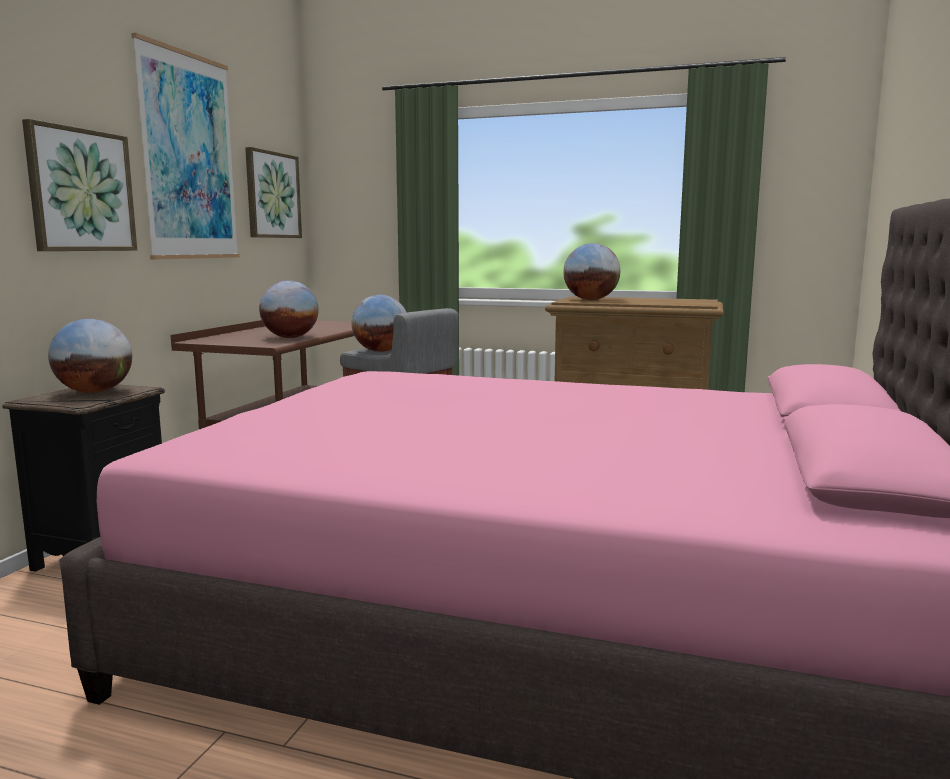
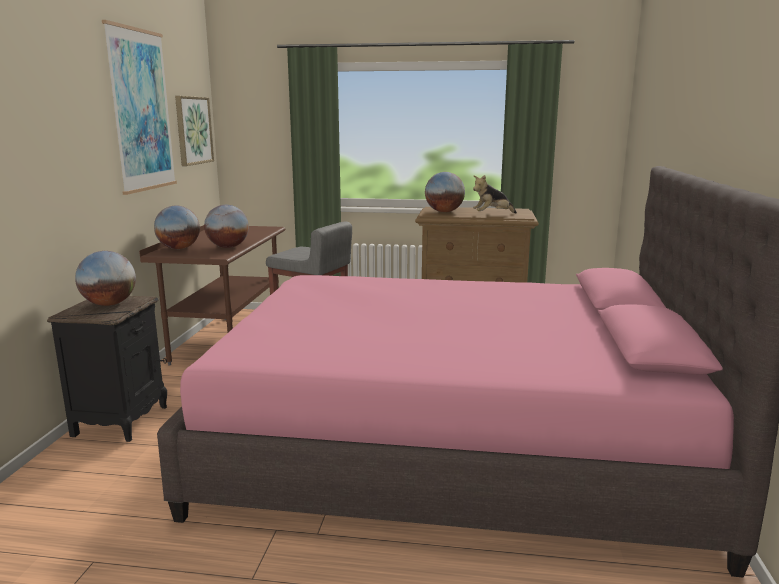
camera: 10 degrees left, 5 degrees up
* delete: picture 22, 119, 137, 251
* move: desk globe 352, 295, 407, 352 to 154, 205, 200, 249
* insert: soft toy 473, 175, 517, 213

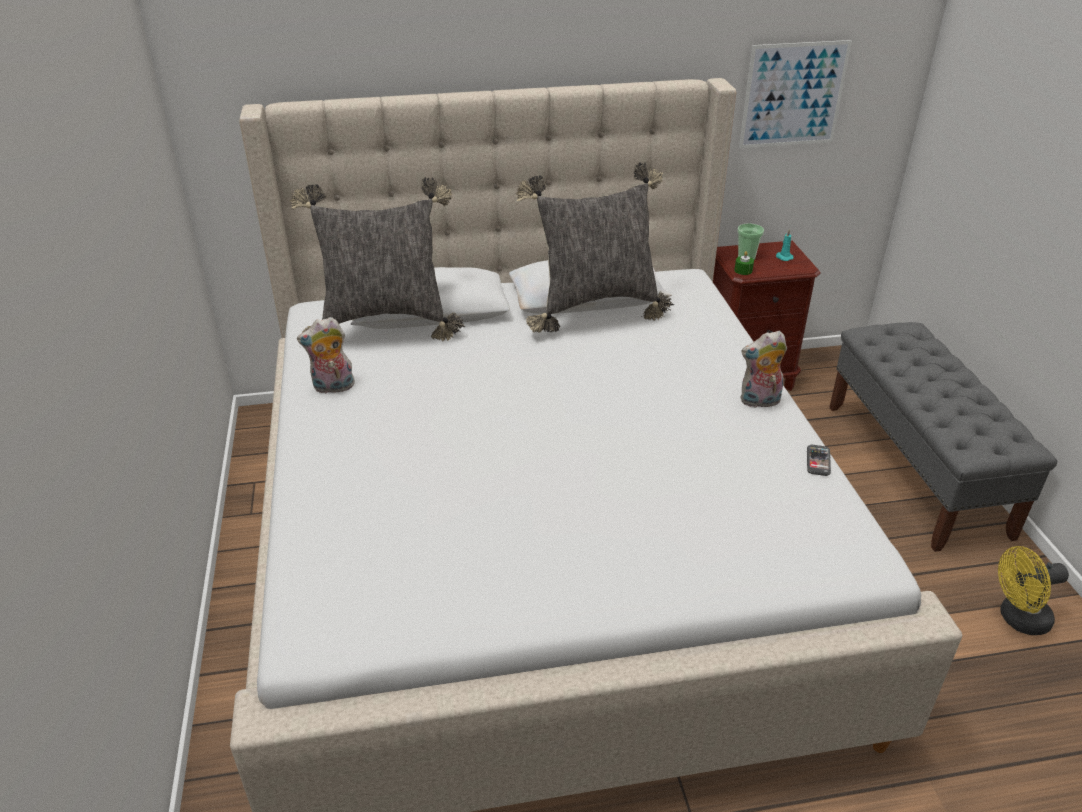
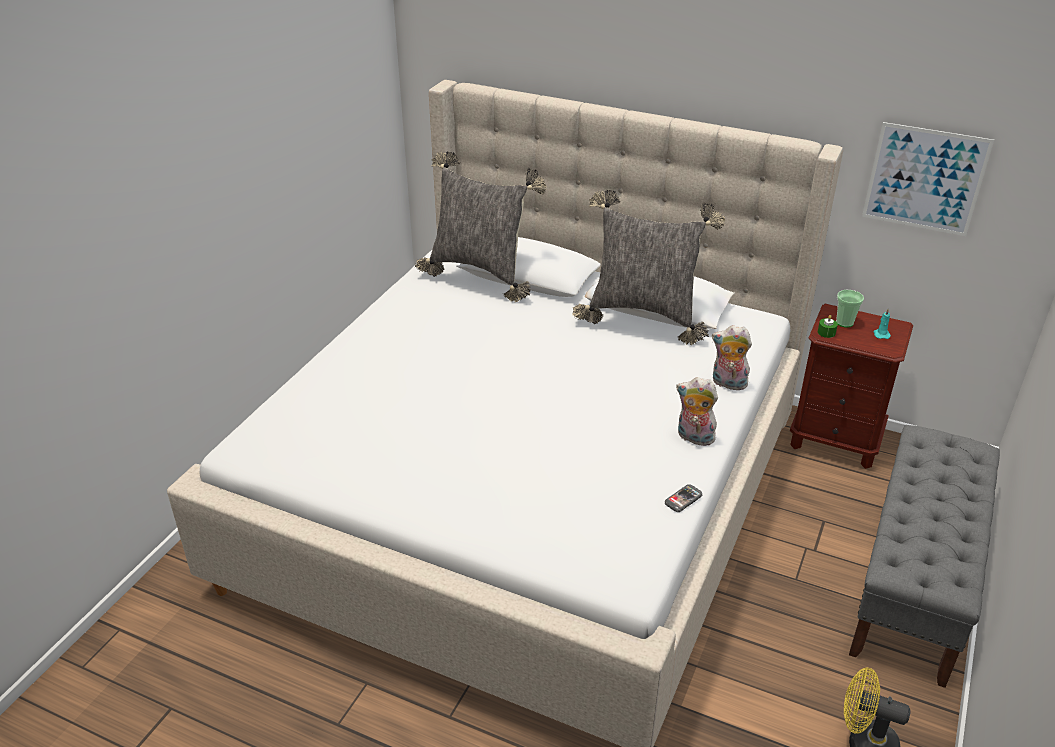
camera: 35 degrees right, 0 degrees up
* move: soft toy 297, 317, 355, 394 to 712, 325, 752, 390

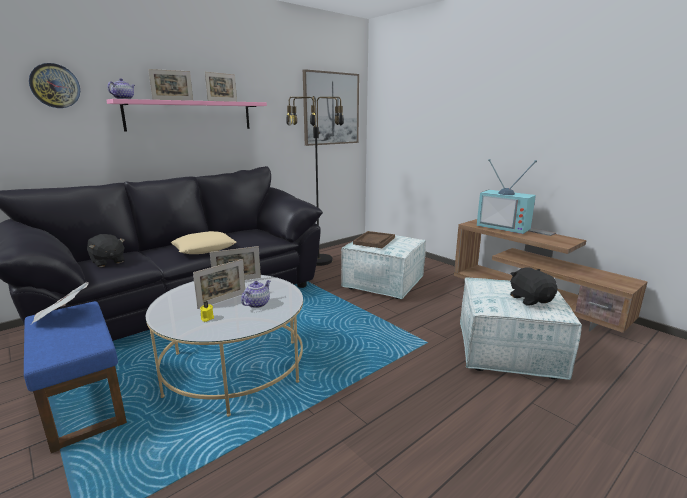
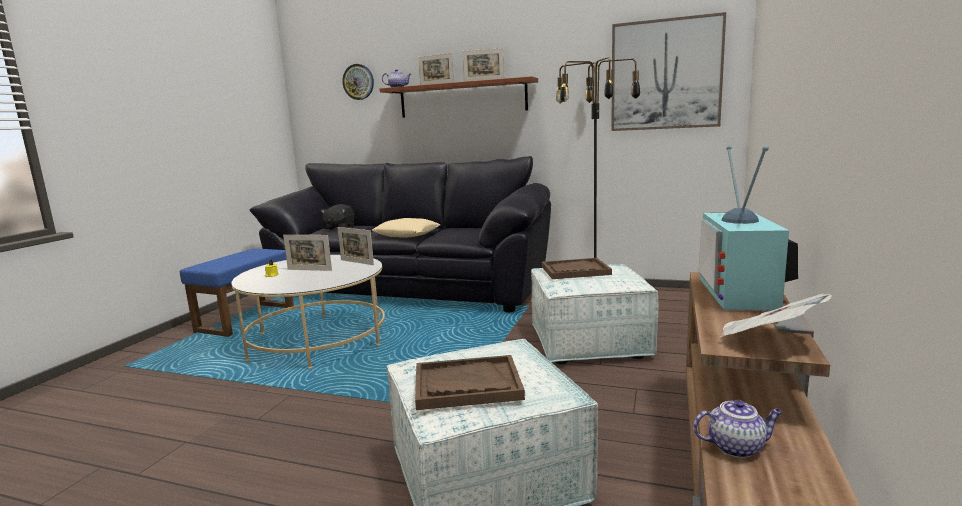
camera: 60 degrees right, 5 degrees down
* recolor: bracket shelf/pink 107, 99, 267, 132 to bracket shelf/brown 380, 76, 538, 118
* replace: soft toy/black 510, 267, 558, 306 to serving tray/brown 415, 355, 525, 410
* move: tea pot 241, 280, 270, 308 to 693, 400, 783, 458
* move: daily paper 30, 282, 89, 325 to 720, 294, 832, 337

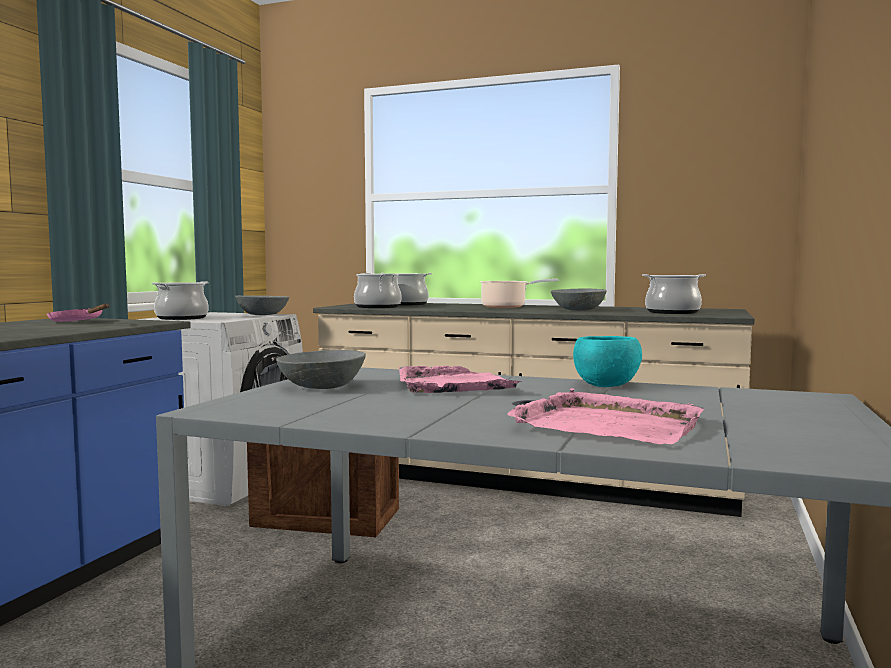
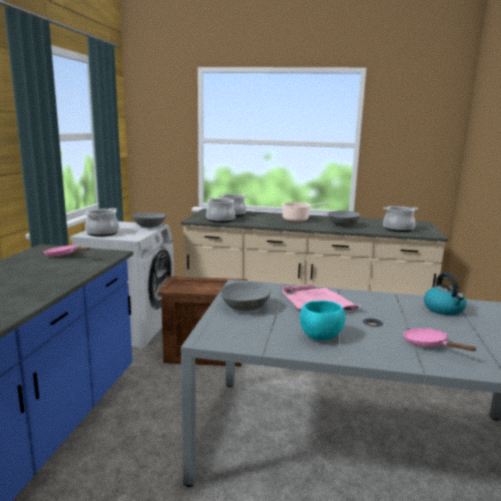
camera: 10 degrees left, 10 degrees up
* move: deep dish/blue-green 573, 336, 642, 387 to 300, 300, 345, 340
* replace: serving tray/pink 507, 388, 705, 444 to frying pan/pink 403, 328, 477, 351
* insert: tea kettle 424, 273, 467, 315

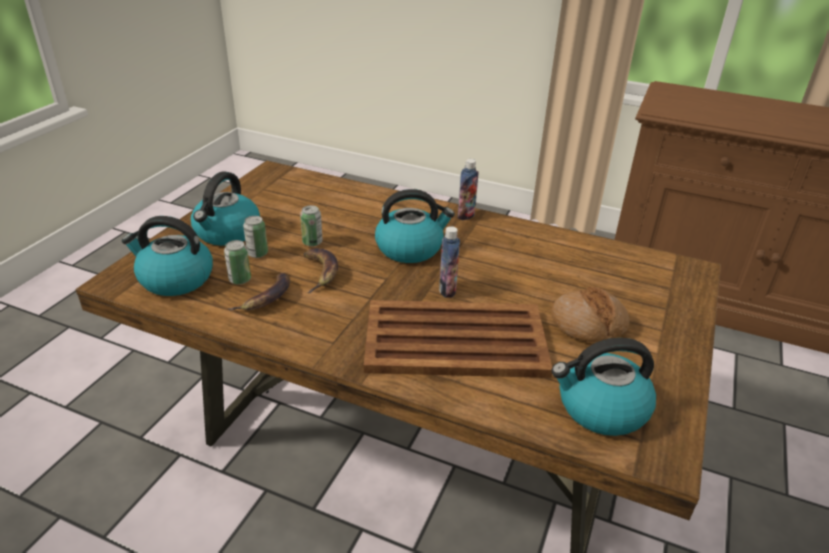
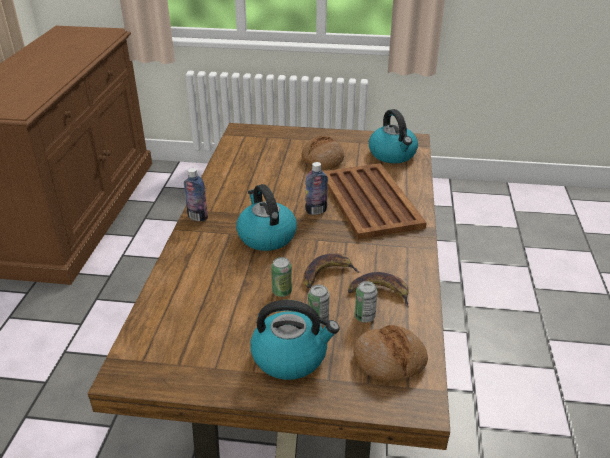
camera: 105 degrees left, 0 degrees up
* replace: tea kettle 122, 216, 213, 296 to baked bread 353, 325, 428, 382

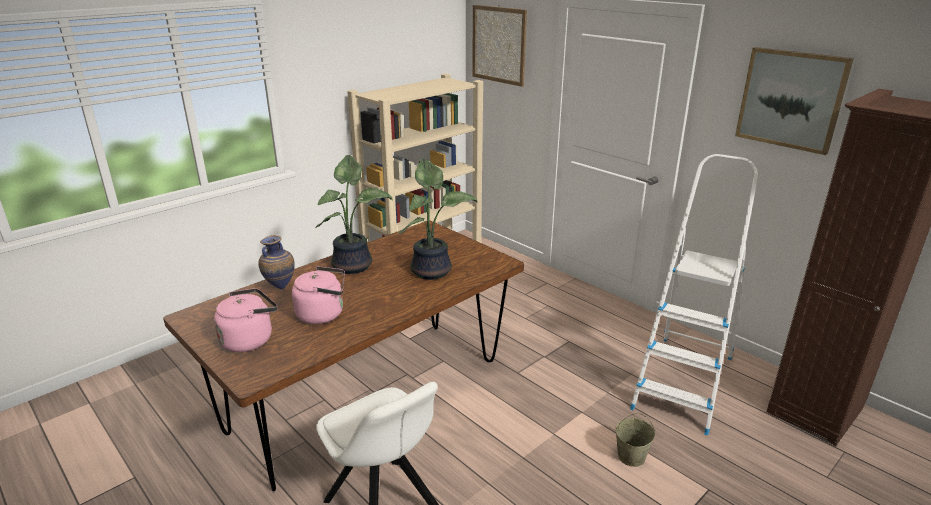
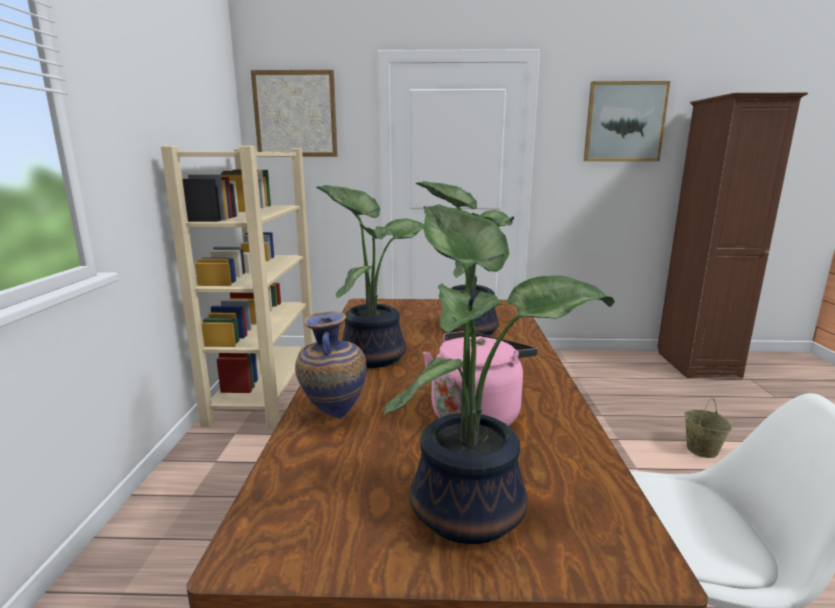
camera: 45 degrees left, 10 degrees down
* delete: step stool/white-coloured 630, 154, 758, 435
* replace: tea kettle/pink 214, 288, 277, 352 to houseplant 384, 204, 615, 544

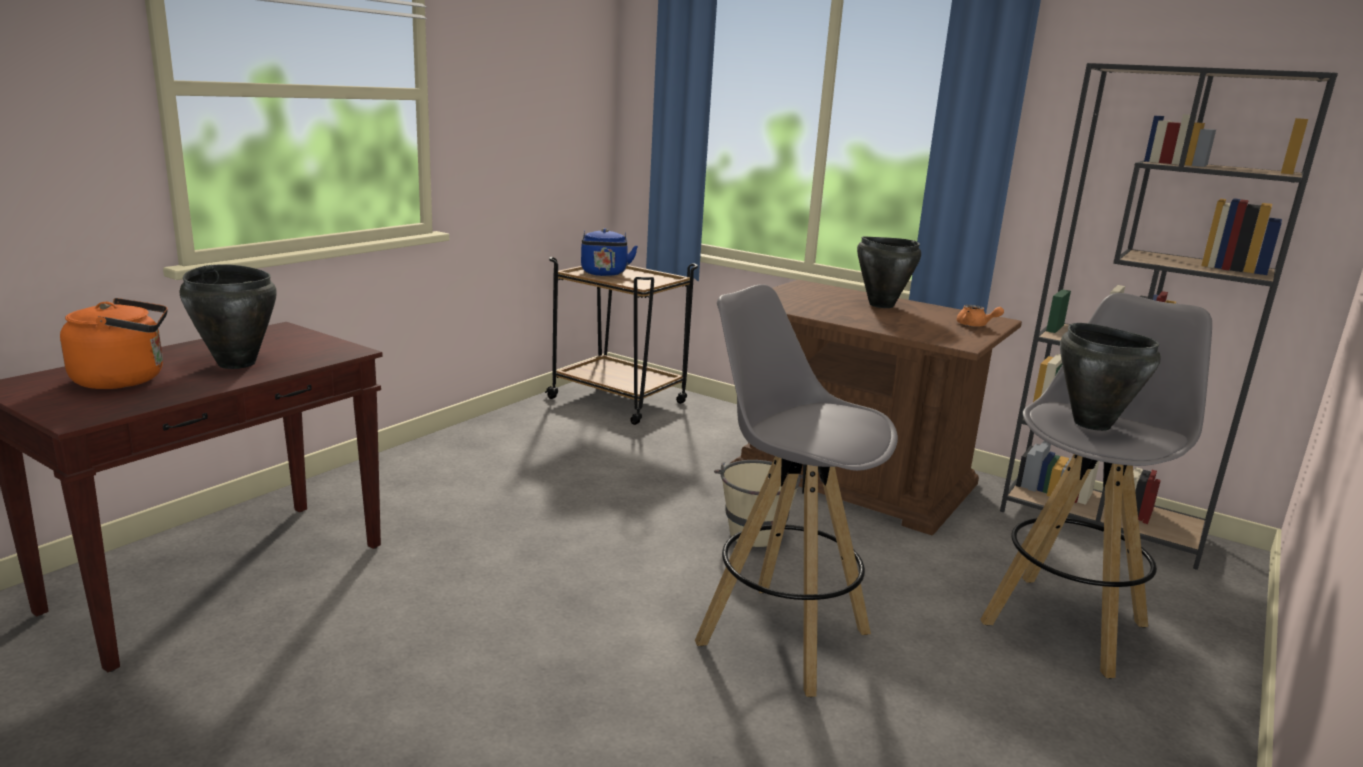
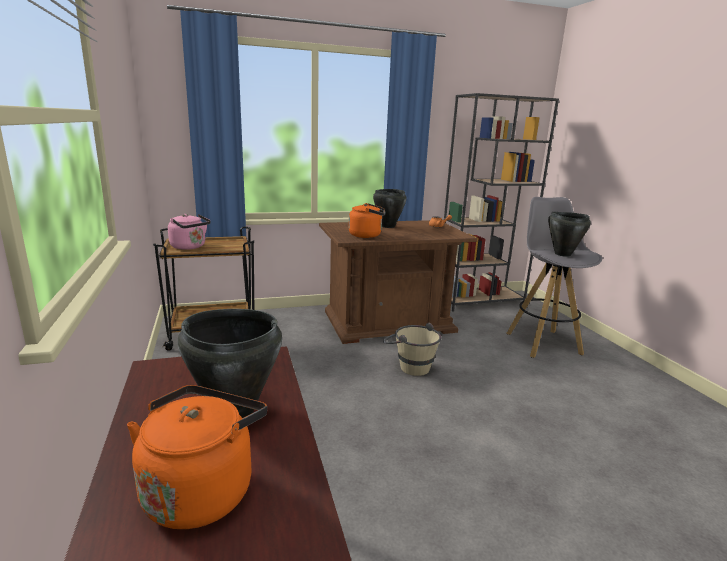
camera: 50 degrees left, 0 degrees up
* recolor: tea kettle/bluish 581, 228, 638, 276 to tea kettle/pink 168, 214, 211, 250
* delete: sitting stool/gray 695, 284, 898, 697
* insert: tea kettle/orange 349, 203, 385, 238

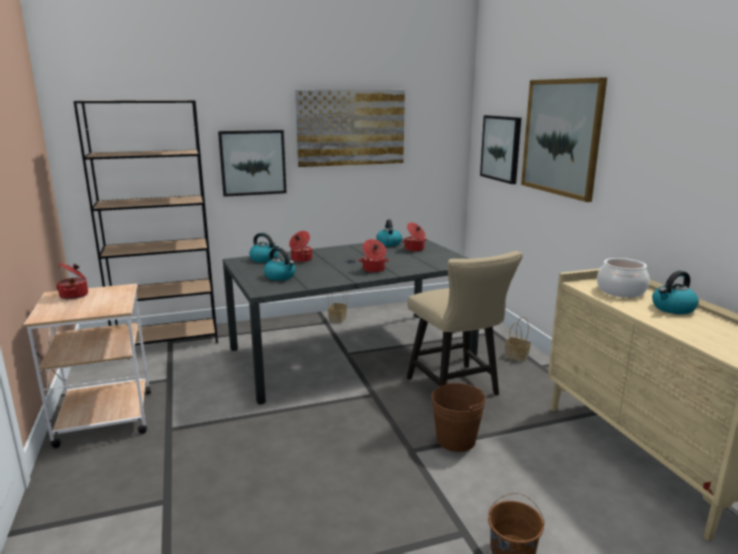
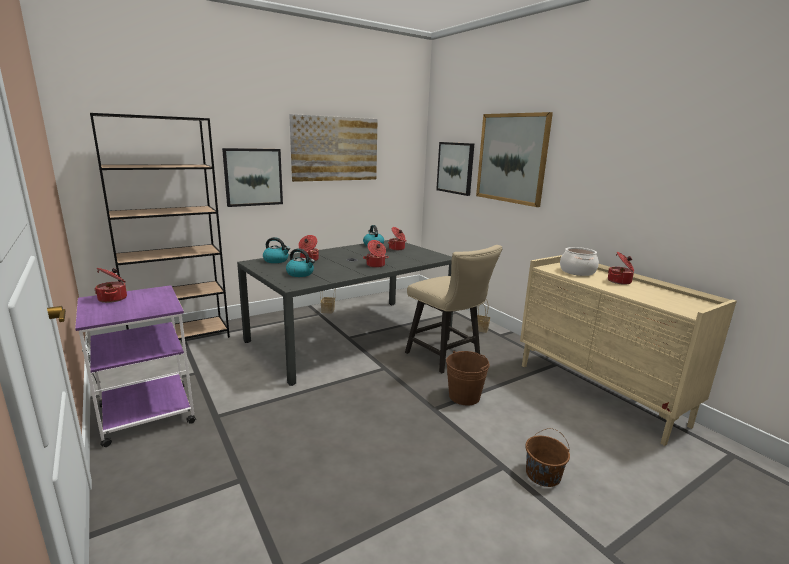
camera: 15 degrees left, 0 degrees up
* replace: tea kettle 652, 271, 699, 314 to saucepot 608, 252, 634, 285
* recolor: wheeled cart/sand-coloured 23, 284, 151, 448 to wheeled cart/purplish 75, 285, 196, 447

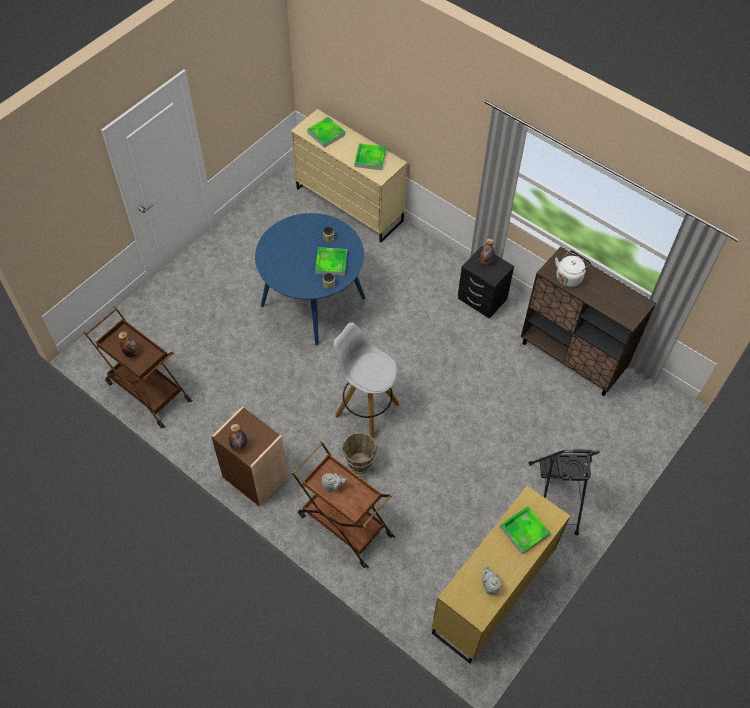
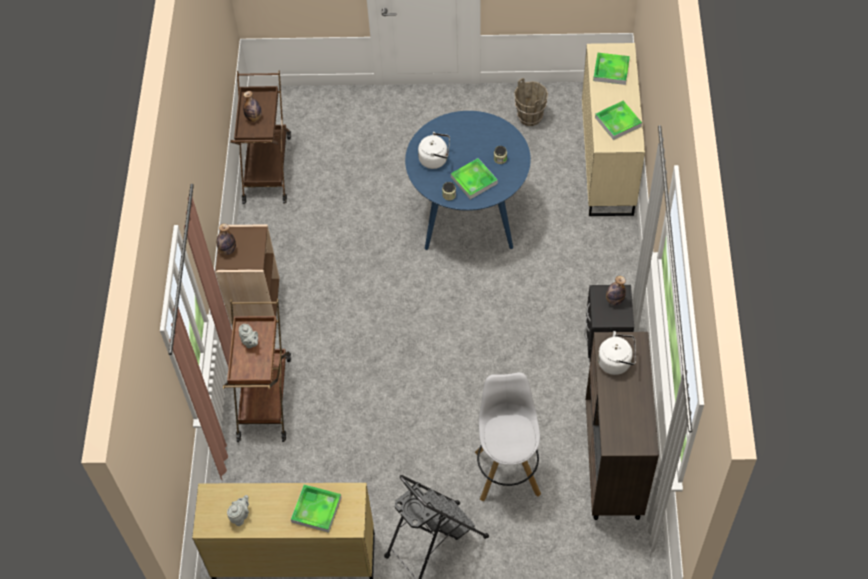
camera: 55 degrees right, 0 degrees up
* move: sitting stool/white-coloured 333, 322, 399, 438 to 475, 372, 541, 501
* move: pail/brown 342, 433, 377, 474 to 514, 78, 548, 126
* insert: tea kettle/white-coloured 418, 132, 450, 169

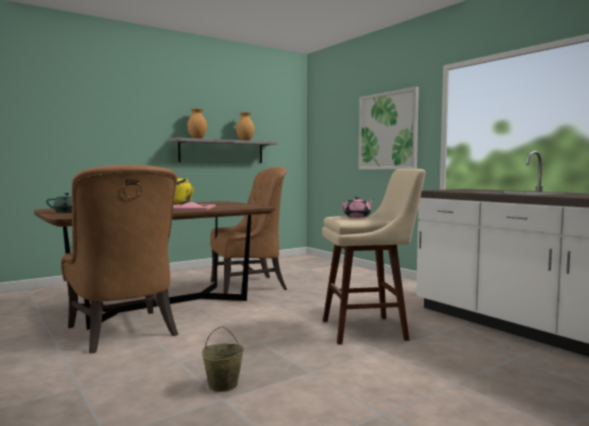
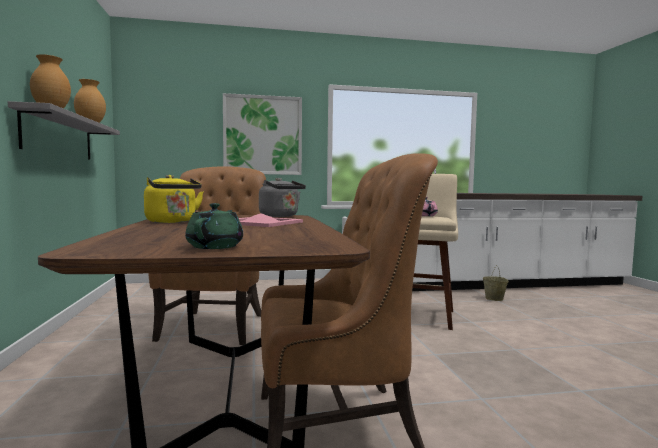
camera: 65 degrees left, 0 degrees up
* move: pail/sand-coloured 202, 326, 244, 392 to 483, 266, 509, 301
* insert: tea kettle/gray 259, 178, 306, 217

